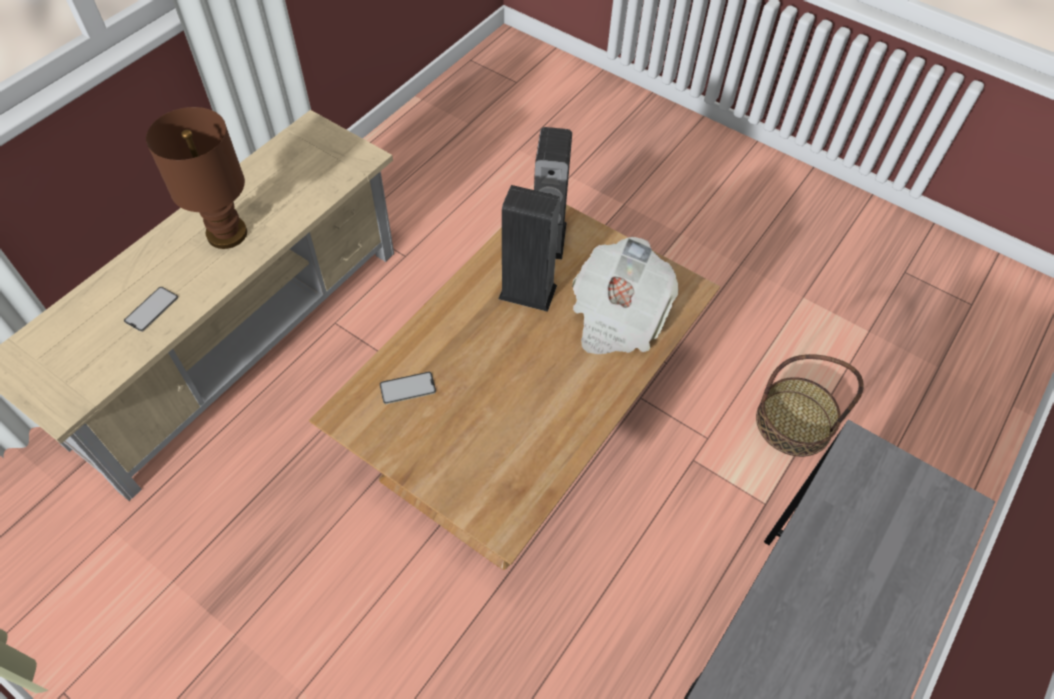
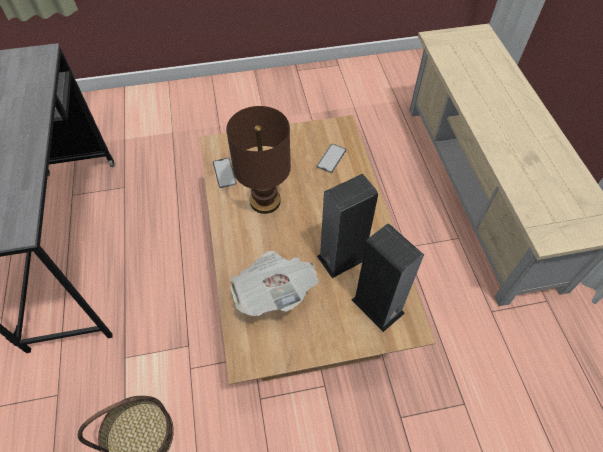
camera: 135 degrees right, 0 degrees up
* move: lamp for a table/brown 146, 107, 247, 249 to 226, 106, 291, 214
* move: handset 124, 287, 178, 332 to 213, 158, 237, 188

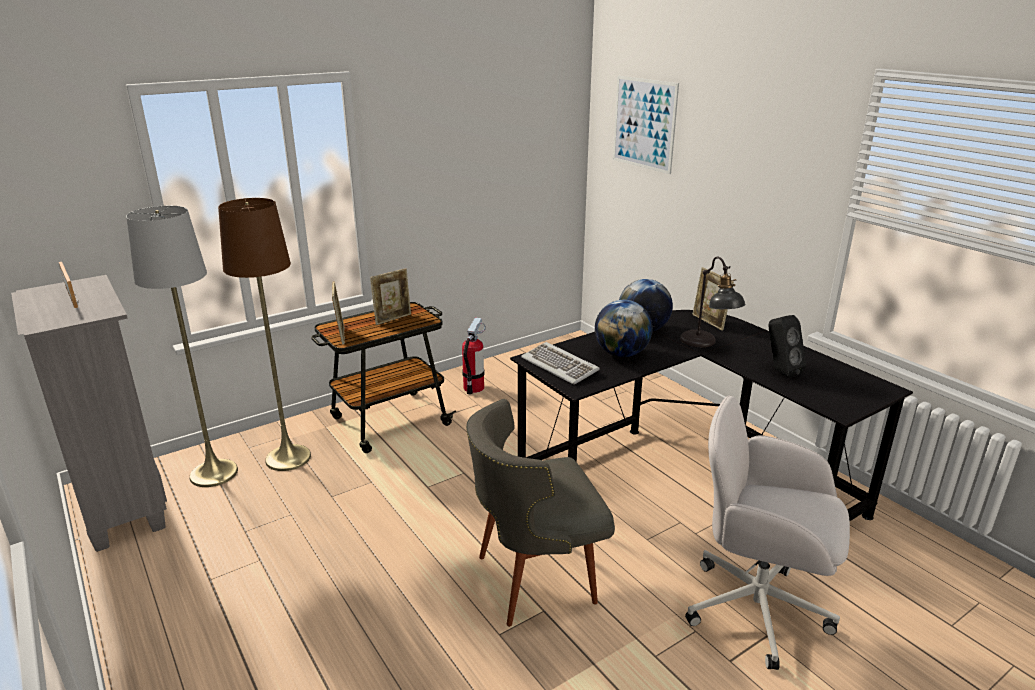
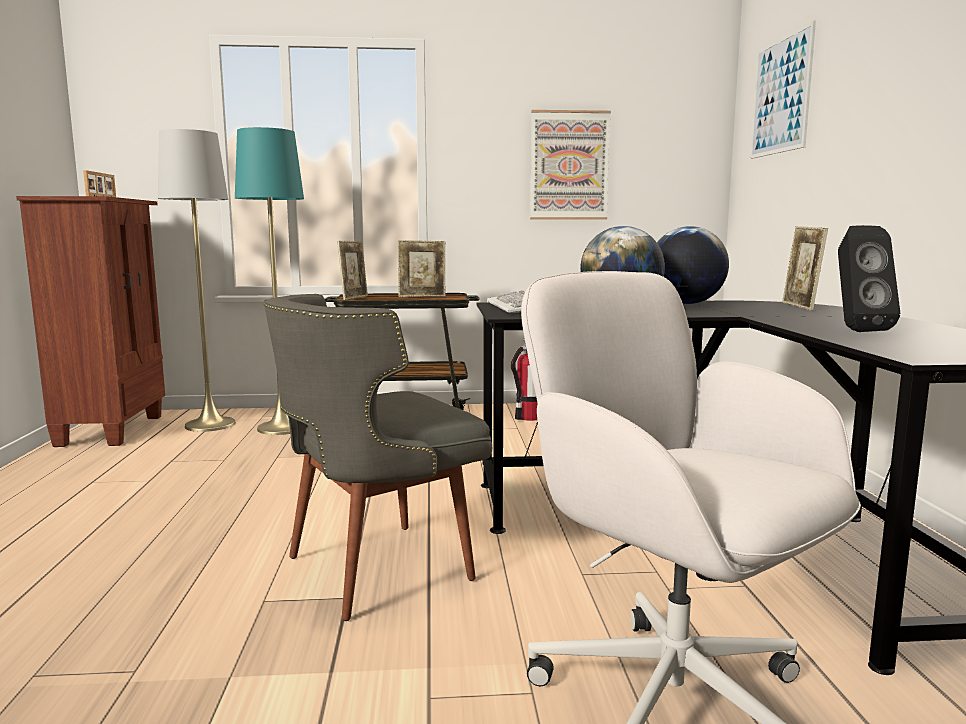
camera: 30 degrees right, 15 degrees down
* recolor: standing lamp/brown 218, 198, 311, 471 to standing lamp/blue-green 235, 127, 304, 435
* delete: lamp for a table/gray 680, 256, 746, 347
* recolor: storage cabinet/gray 11, 275, 167, 552 to storage cabinet/brown 16, 196, 165, 447
* rotate: plain chair/gray 466, 399, 615, 627 = 263, 294, 492, 621 45 degrees counterclockwise
* insert: picture 530, 110, 611, 220

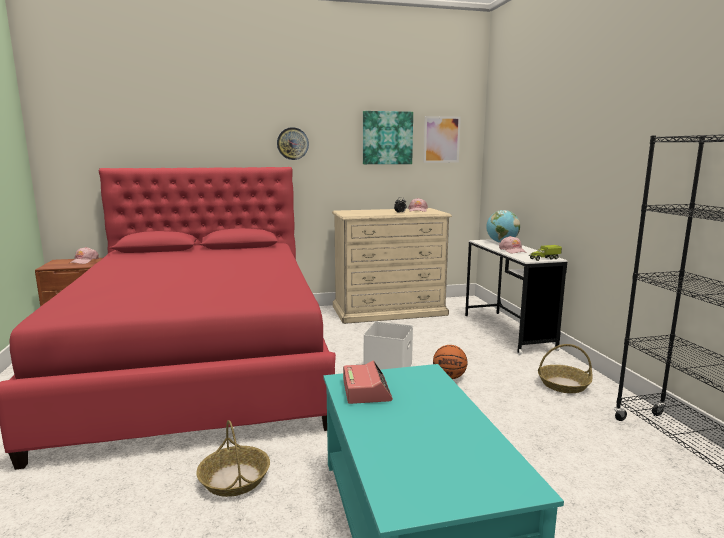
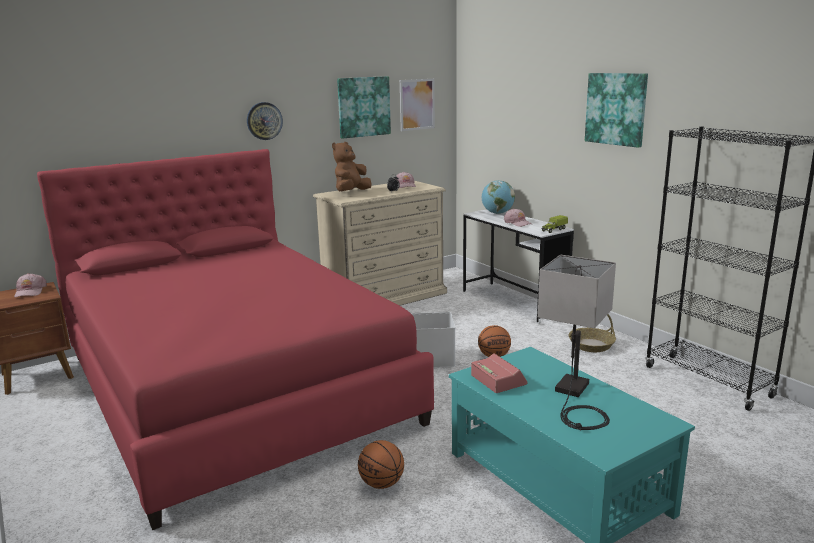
camera: 20 degrees left, 5 degrees up
* replace: storage basket 196, 420, 270, 497 to ball for basketball 358, 440, 404, 489
* insert: picture 585, 73, 648, 148
* insert: soft toy/brown 332, 142, 372, 191
* insert: lamp for a table 538, 255, 616, 431

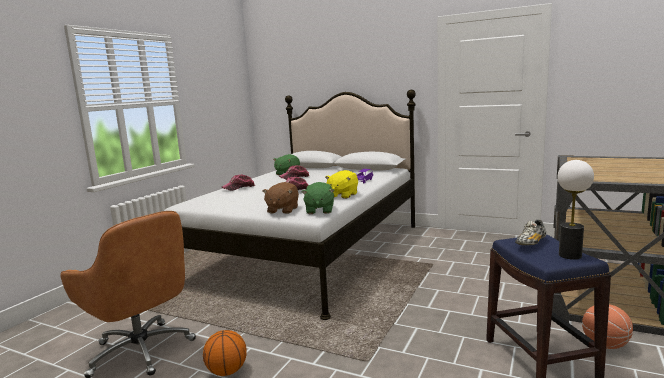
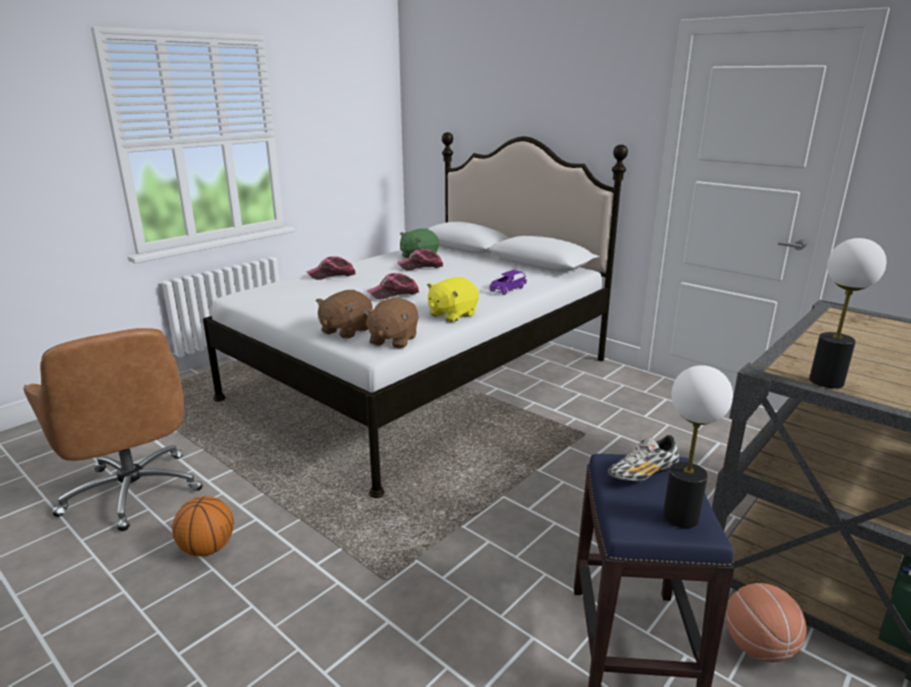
camera: 15 degrees right, 10 degrees up
* recolor: soft toy/green-coloured 301, 182, 334, 214 to soft toy/brown 363, 297, 419, 349
* insert: lamp for a table 809, 238, 886, 388

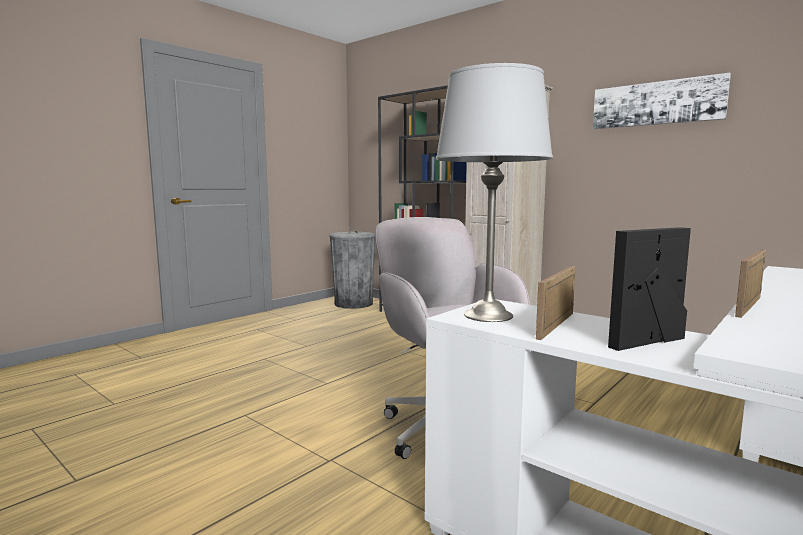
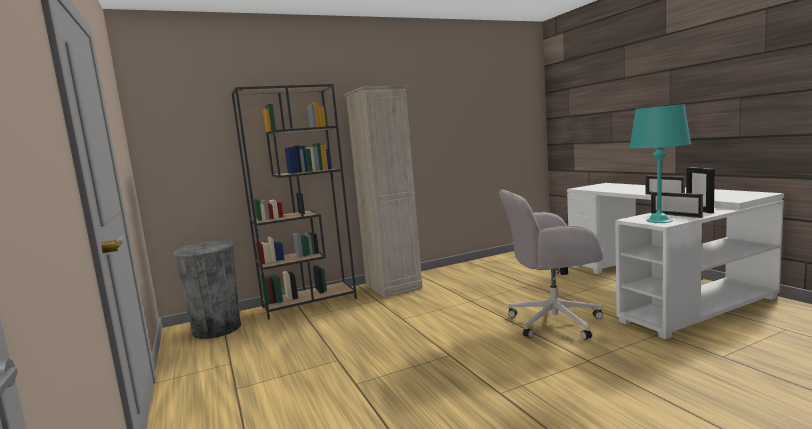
camera: 65 degrees left, 0 degrees up
* recolor: lamp for a table/gray 436, 63, 553, 322 to lamp for a table/blue-green 629, 104, 691, 223
* delete: picture 593, 73, 731, 129

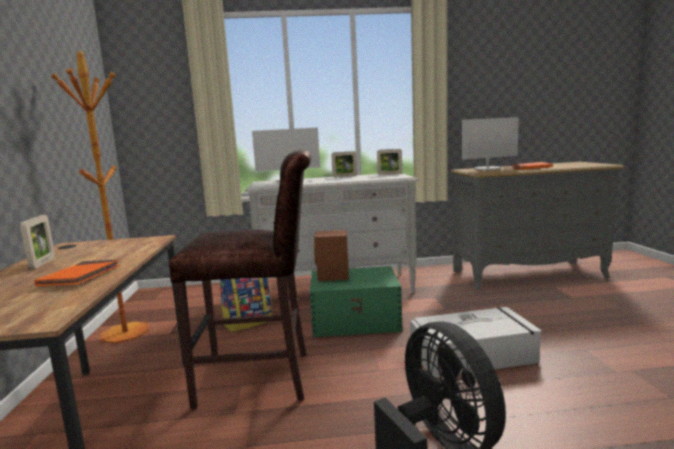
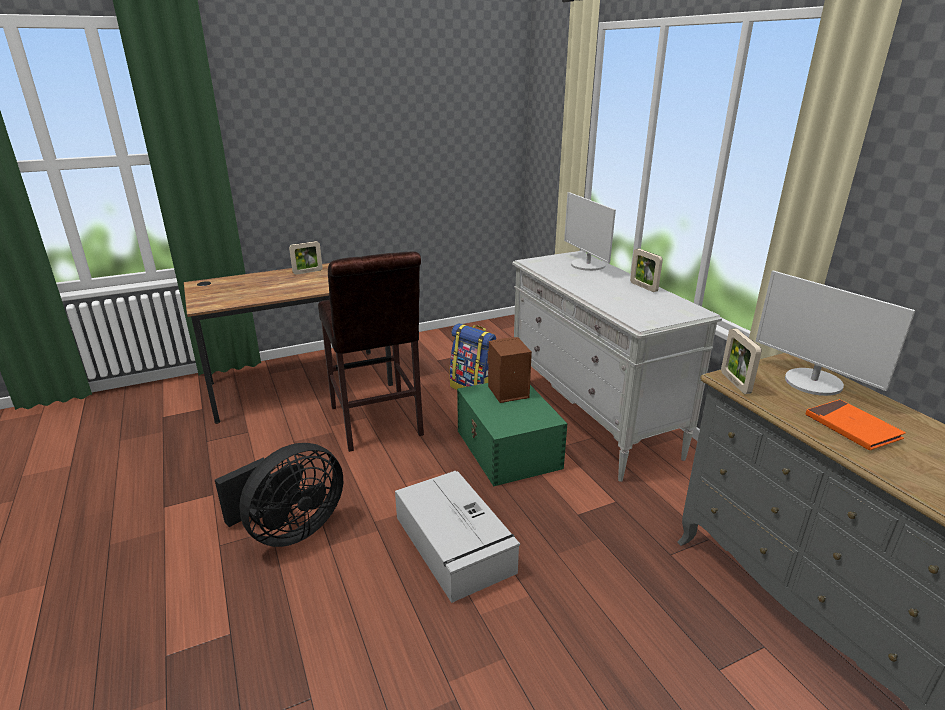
camera: 70 degrees right, 15 degrees up
* delete: garment rack/orange 51, 51, 150, 343
* move: standing frame 377, 149, 402, 175 to 721, 328, 761, 394
* delete: bound book/orange 34, 260, 120, 286

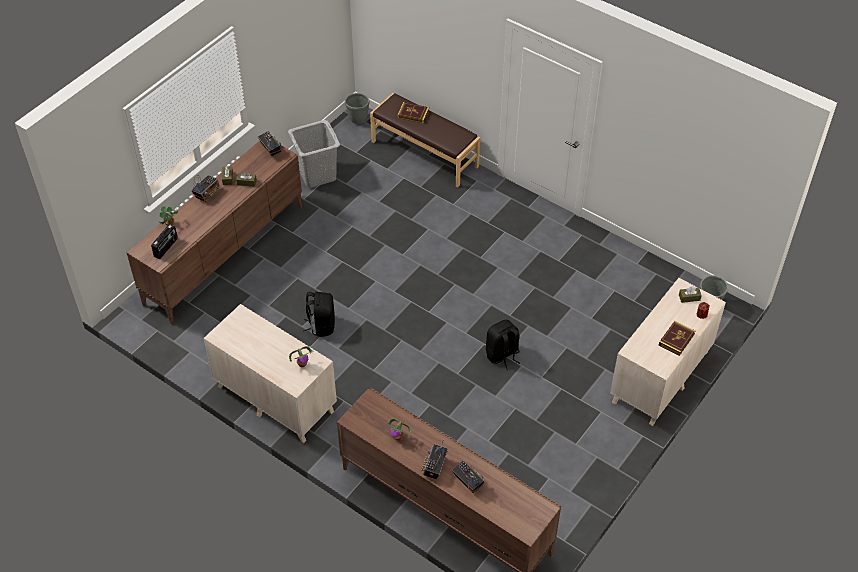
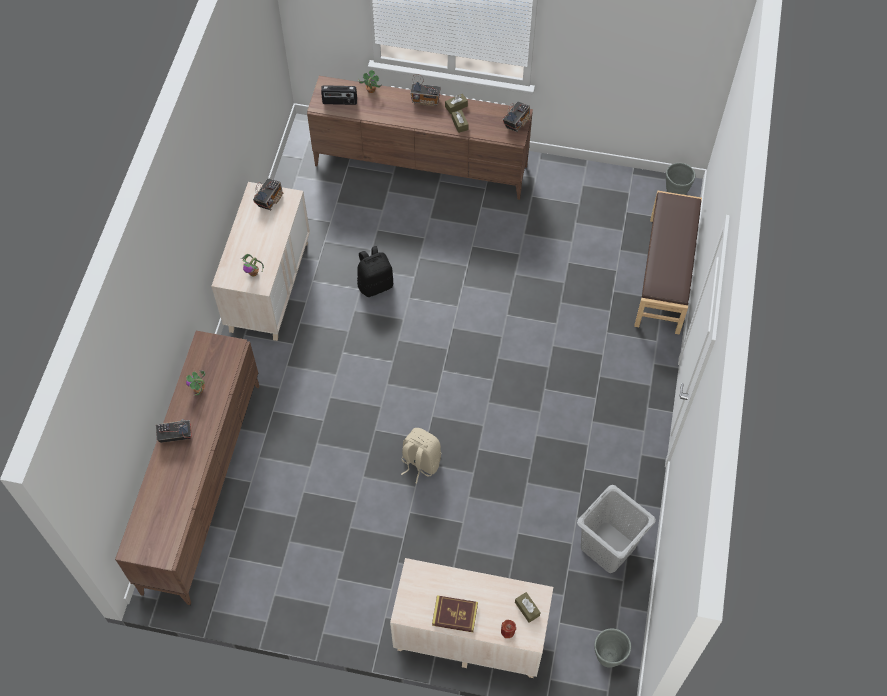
camera: 65 degrees right, 10 degrees up
* delete: bound book 397, 102, 429, 123
* move: laundry basket/gray 288, 120, 340, 188 to 577, 485, 656, 573
* recolor: backpack/black 486, 320, 520, 370 to backpack/sand-coloured 401, 428, 441, 484
* move: radio set 452, 460, 484, 493 to 253, 178, 284, 210

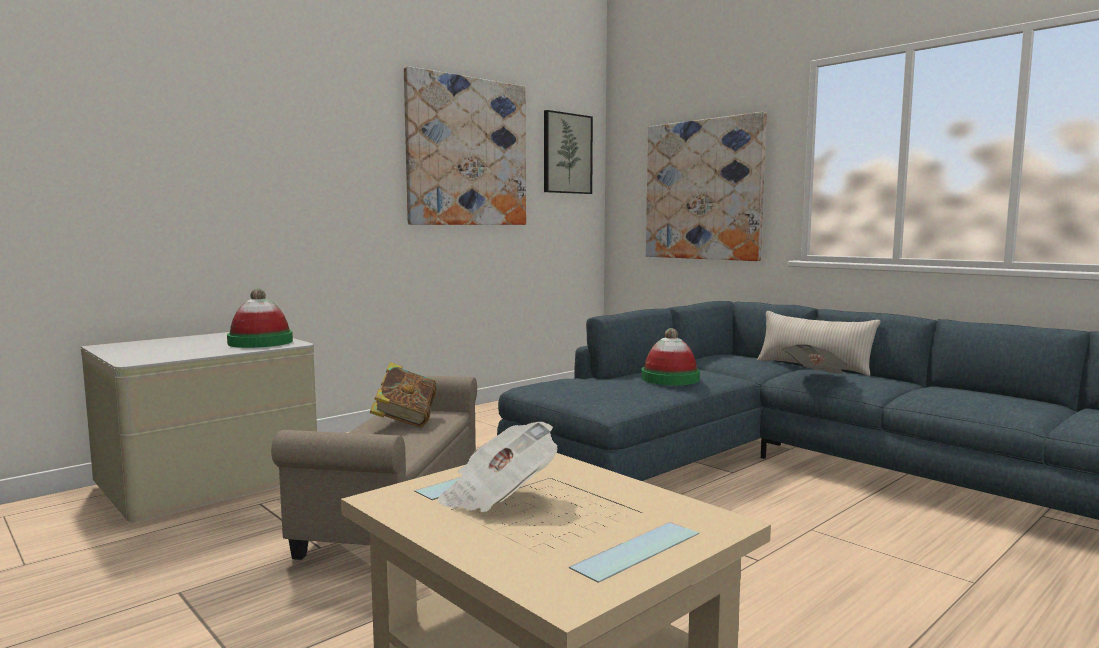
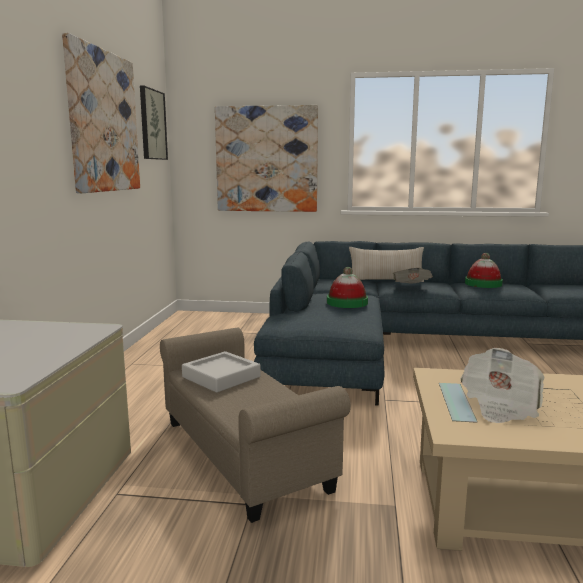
camera: 40 degrees left, 5 degrees up
* move: hat 227, 289, 293, 348 to 465, 253, 503, 288
* replace: bound book 370, 362, 437, 427 to serving tray/gray 182, 351, 261, 393

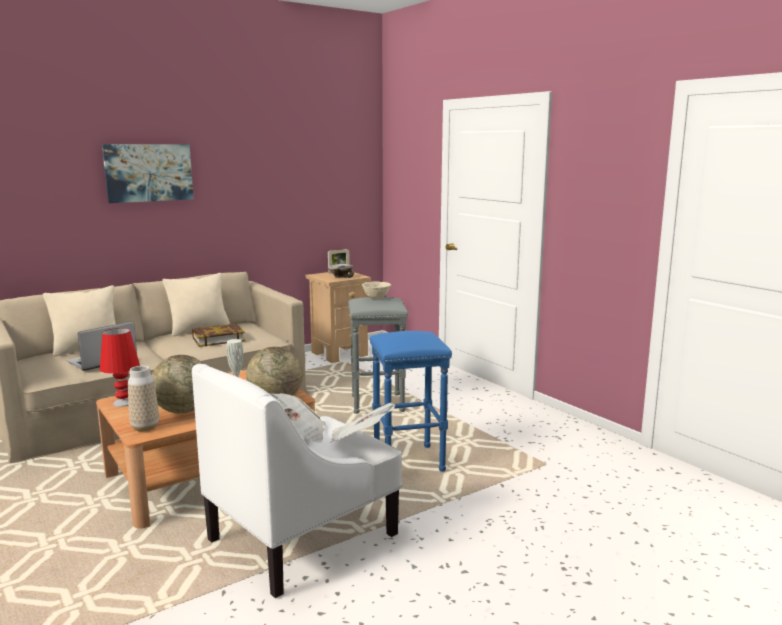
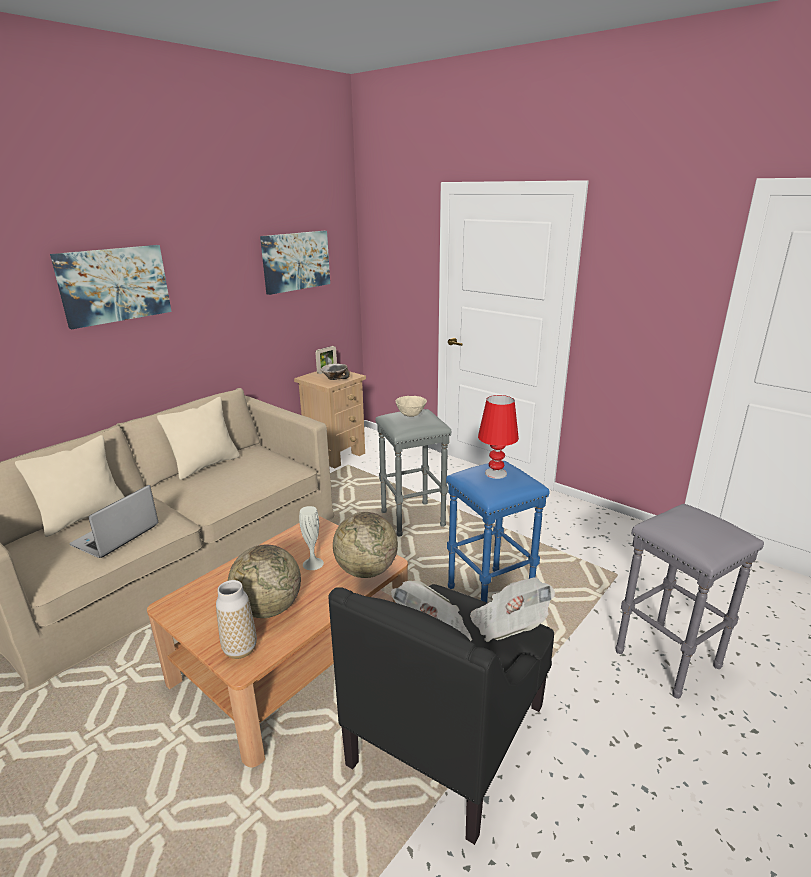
camera: 15 degrees left, 10 degrees up
* delete: bound book 192, 324, 245, 347
* move: lamp for a table/red-coloured 100, 328, 140, 407 to 478, 395, 519, 479
* recolor: armchair/white-coloured 192, 364, 403, 598 to armchair/black 328, 584, 554, 845
* insert: picture 260, 231, 330, 295
* insert: sitting stool/gray 616, 504, 764, 699

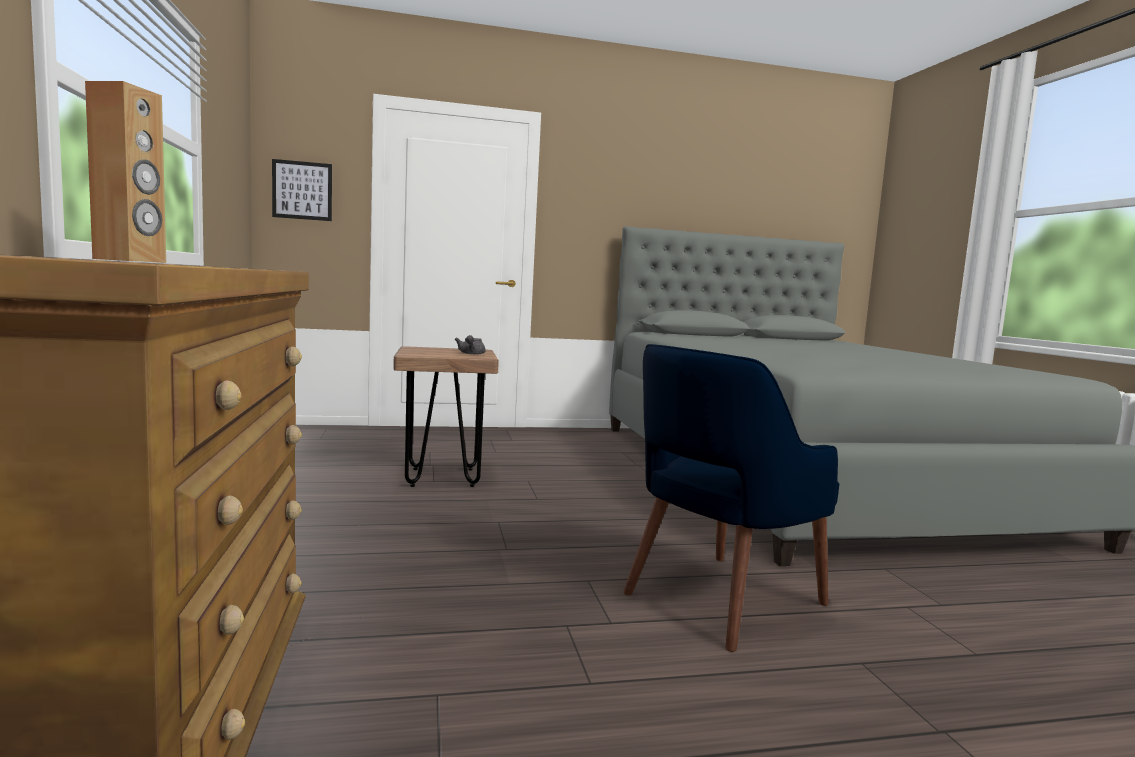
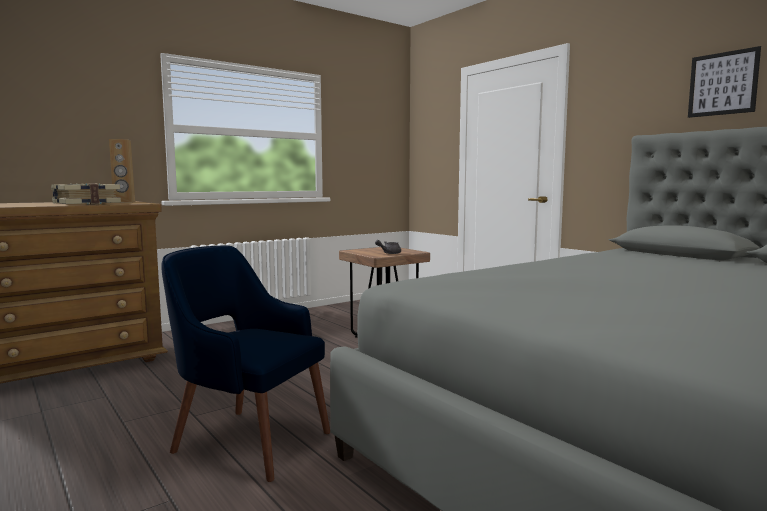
camera: 65 degrees right, 0 degrees up
* move: picture 272, 159, 332, 221 to 688, 46, 761, 118
* insert: bound book 51, 183, 121, 205

